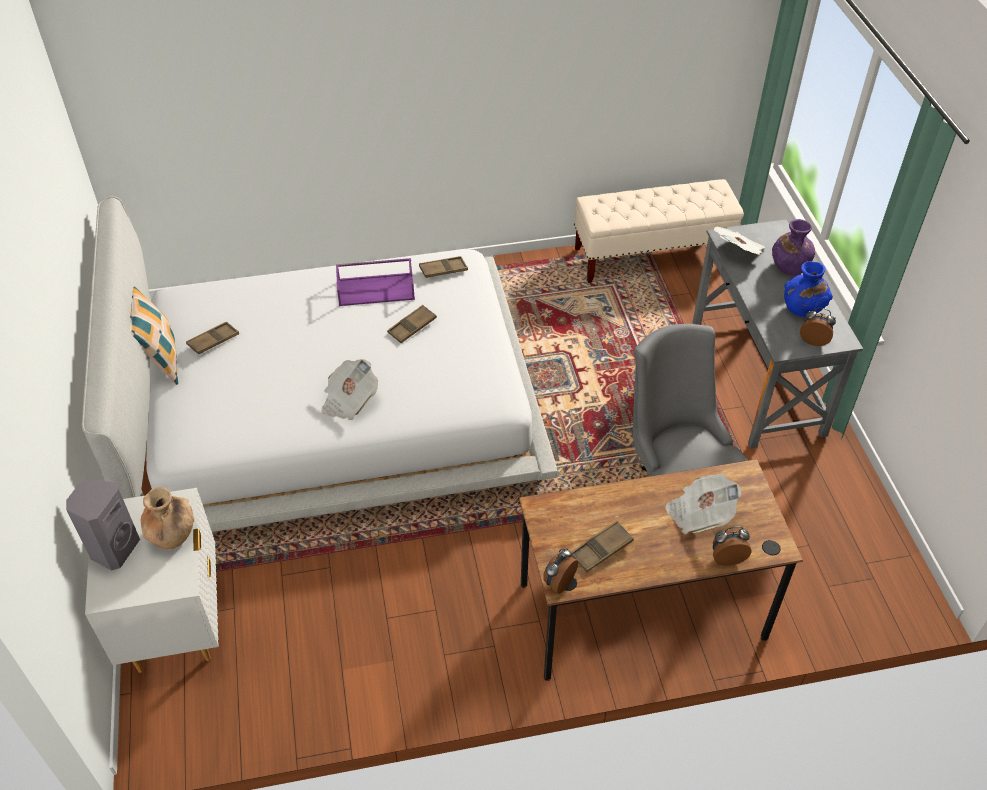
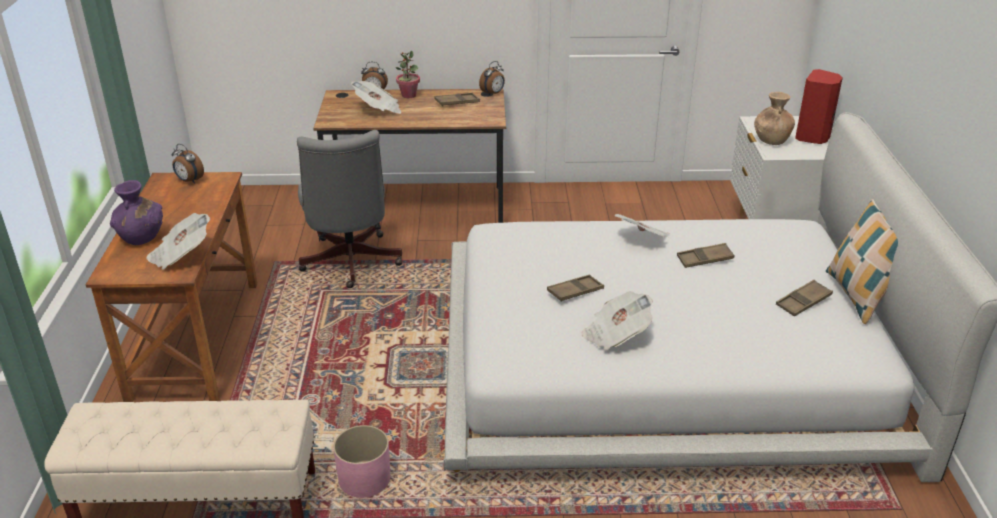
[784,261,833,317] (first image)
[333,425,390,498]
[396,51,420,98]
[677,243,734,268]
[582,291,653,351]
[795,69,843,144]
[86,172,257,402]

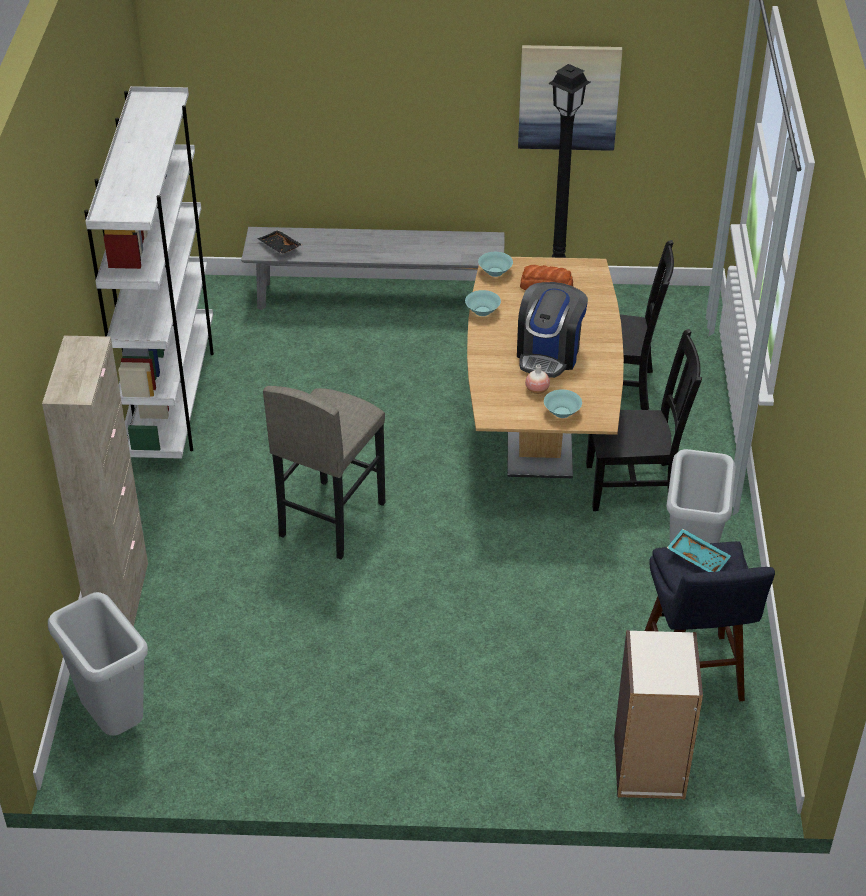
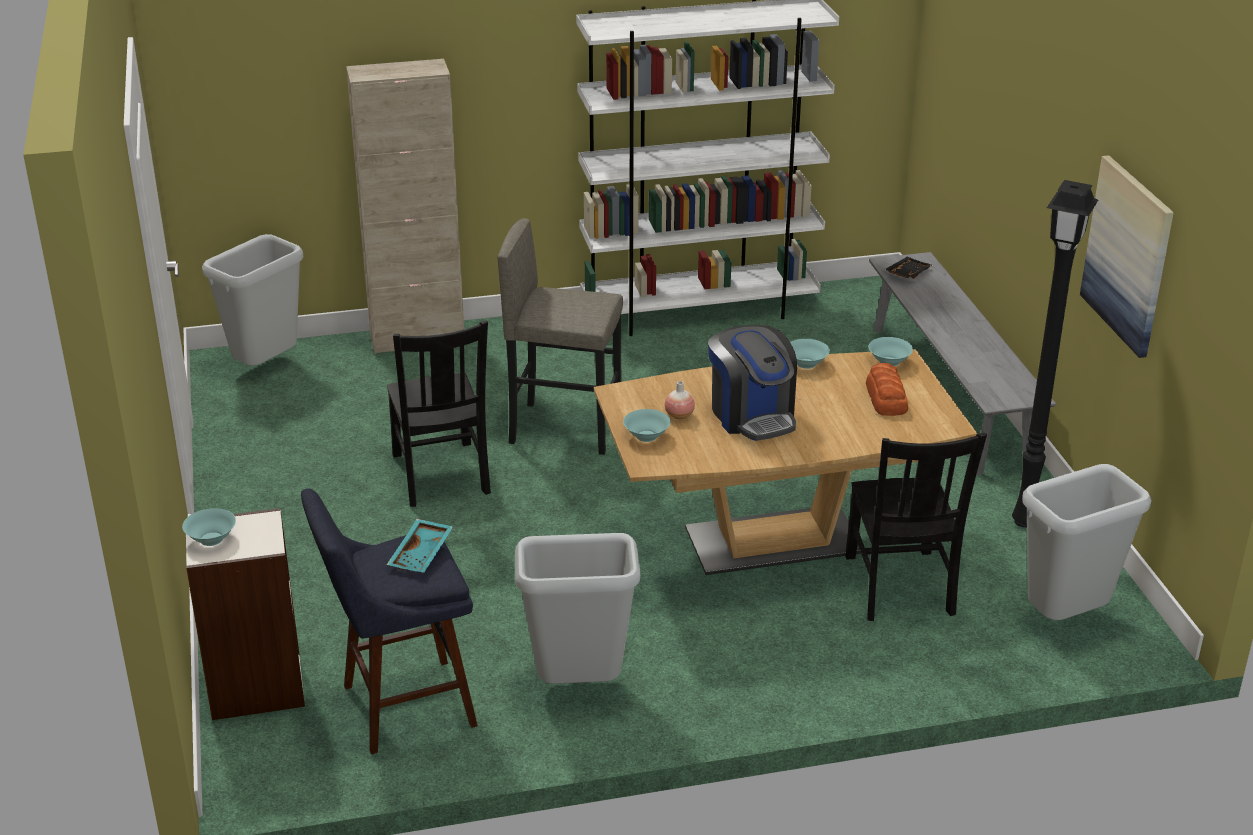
[182,508,236,546]
[1022,464,1151,620]
[387,321,491,507]
[708,325,797,441]

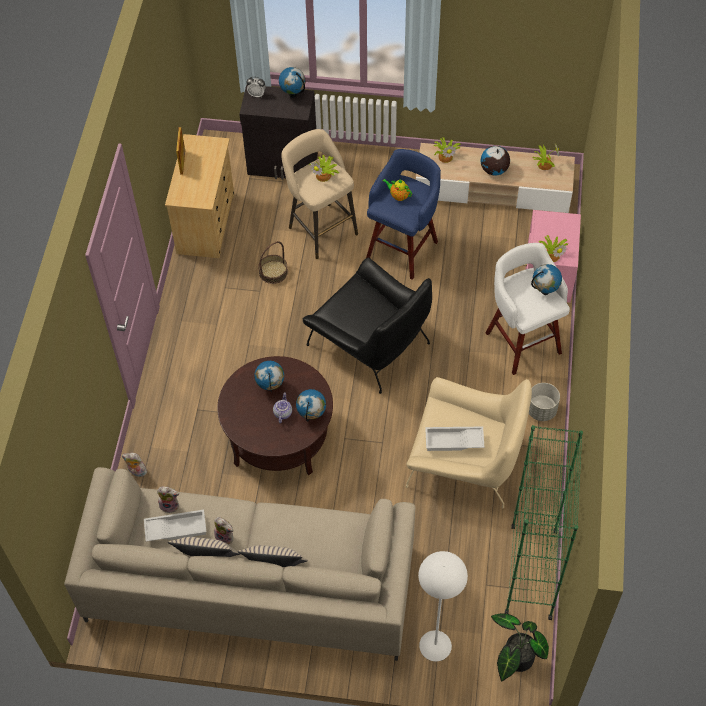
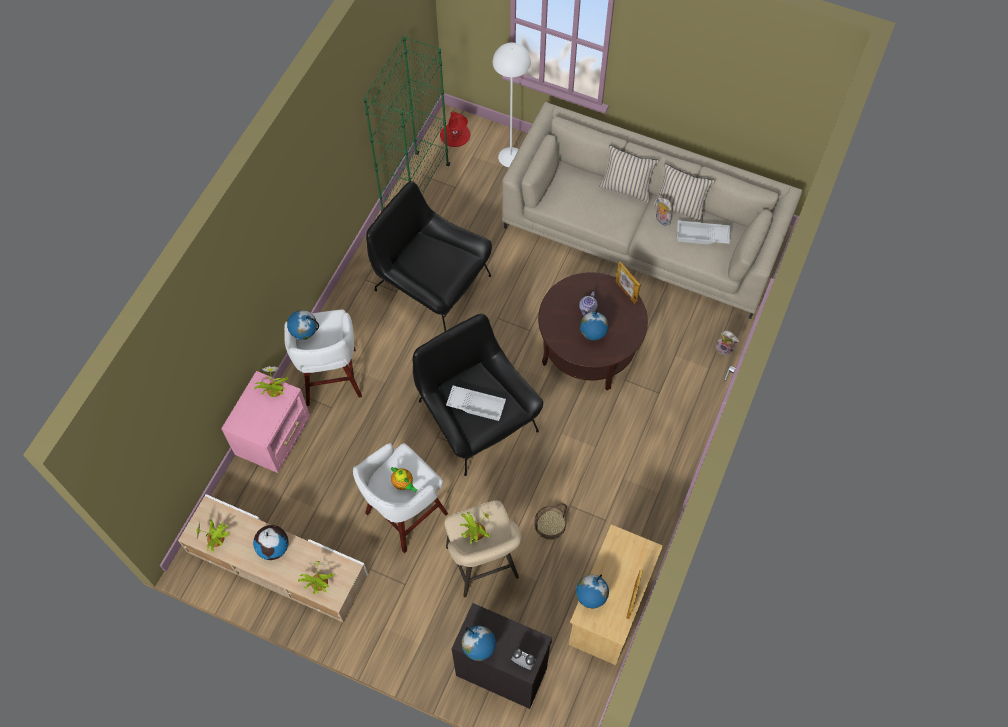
[157,486,179,513] (first image)
[529,383,560,421] (first image)
[616,261,641,304]
[576,575,609,608]
[446,386,506,421]
[440,111,470,147]
[353,443,448,553]
[366,181,492,331]

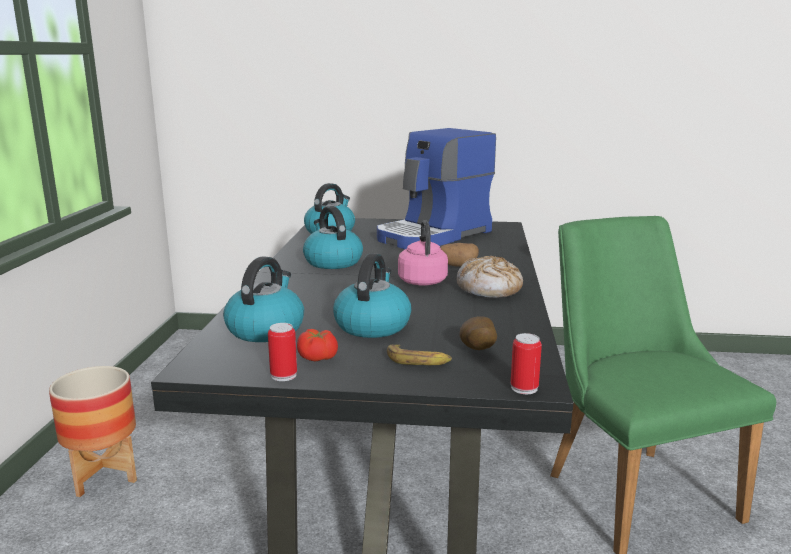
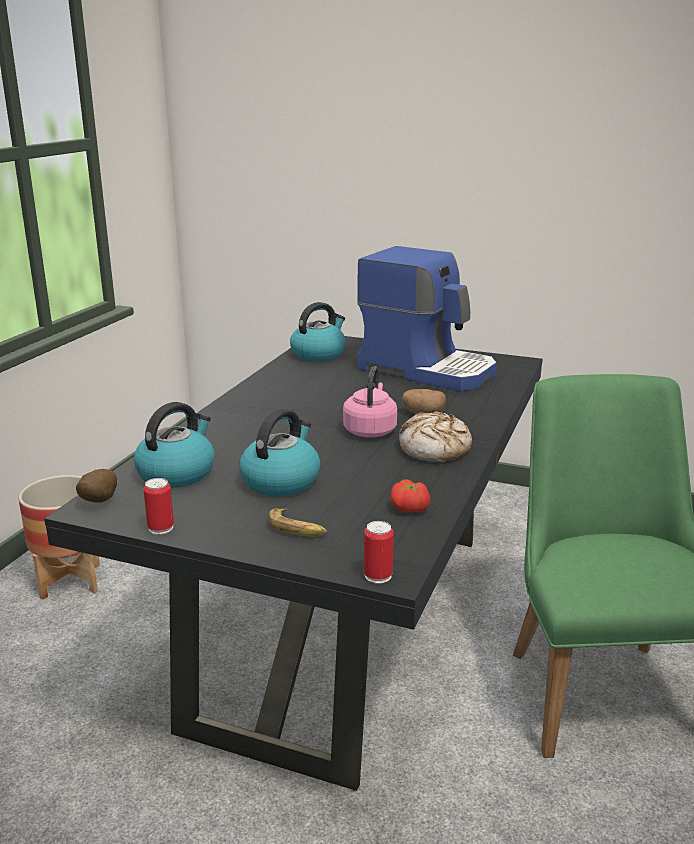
[303,206,363,269] (first image)
[390,479,430,513]
[76,469,117,503]
[357,246,497,391]

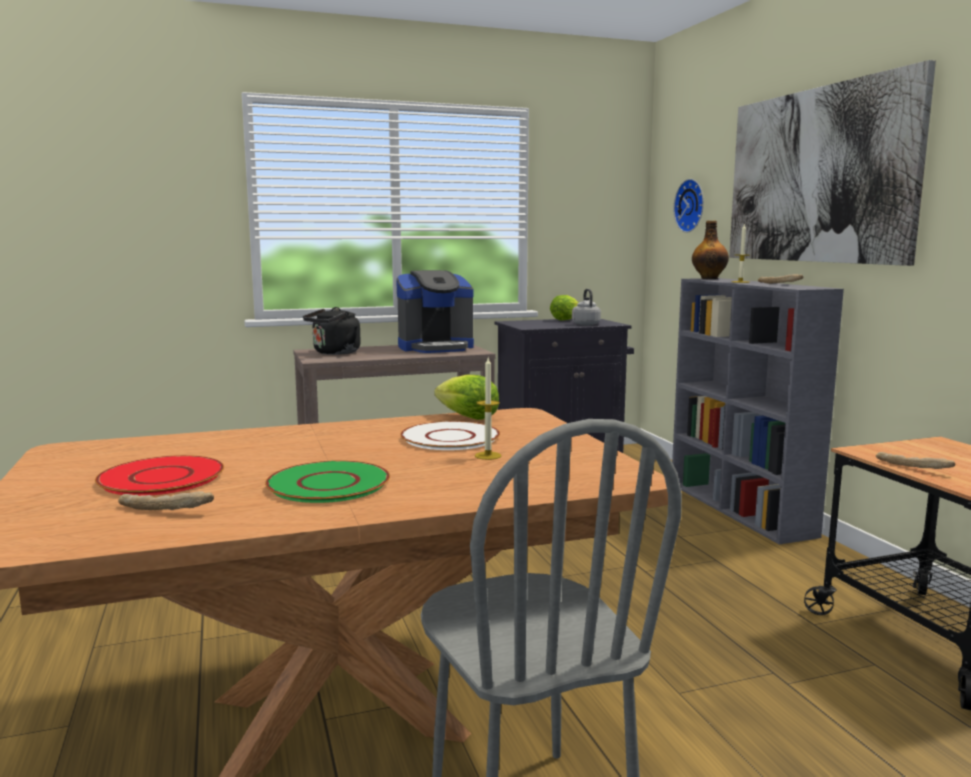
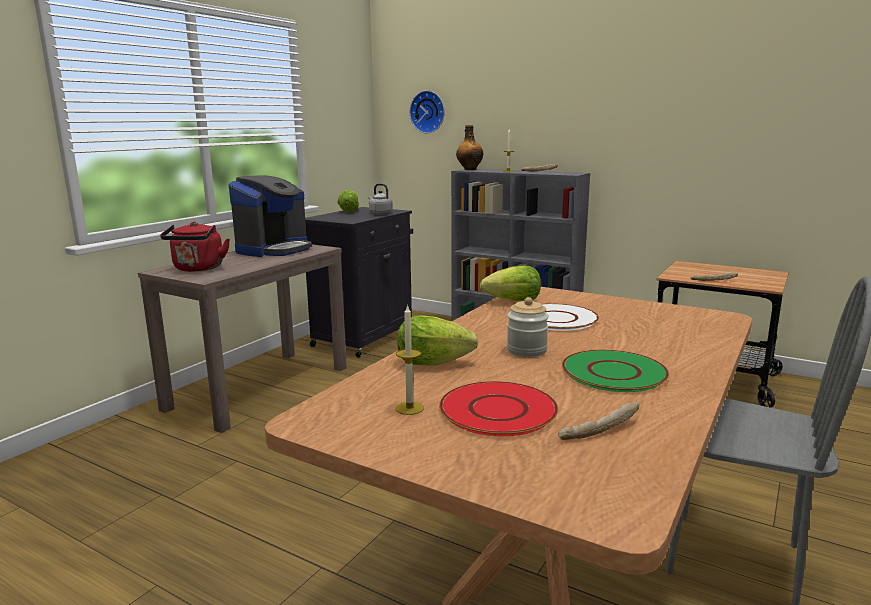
[729,60,936,266] (first image)
[397,315,479,365]
[507,297,549,357]
[396,304,424,415]
[160,222,230,272]

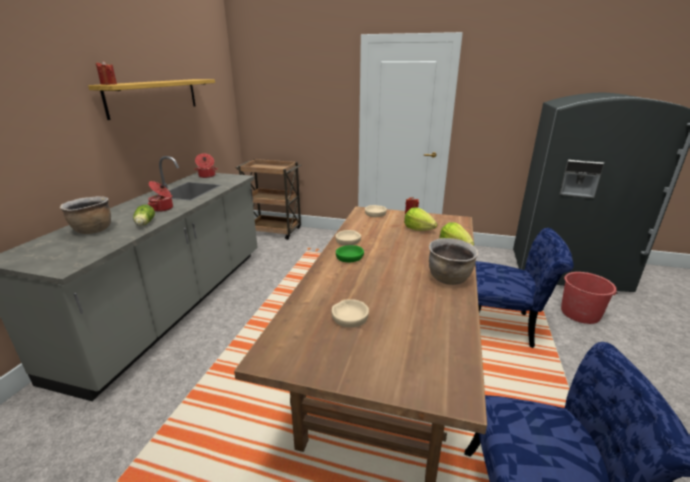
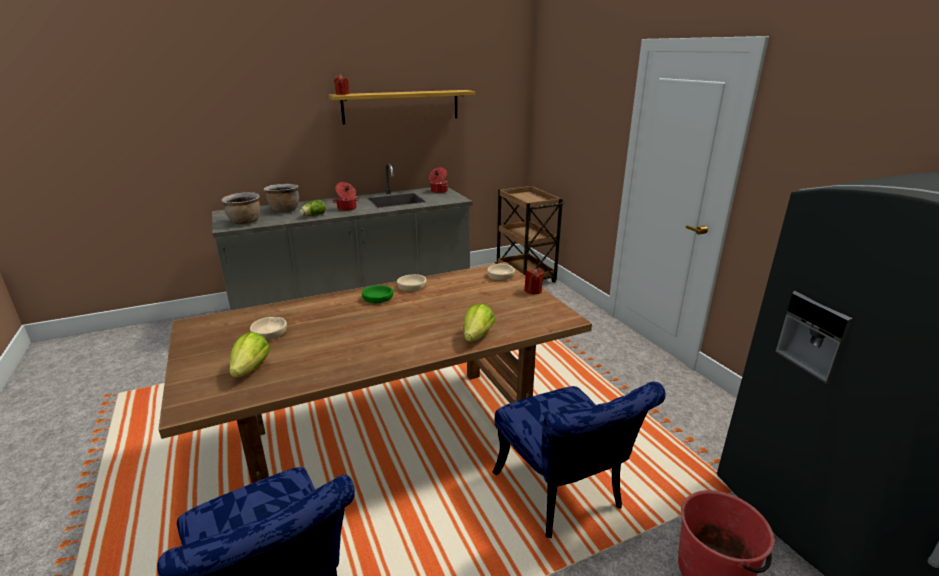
[230,332,270,377]
[221,192,260,224]

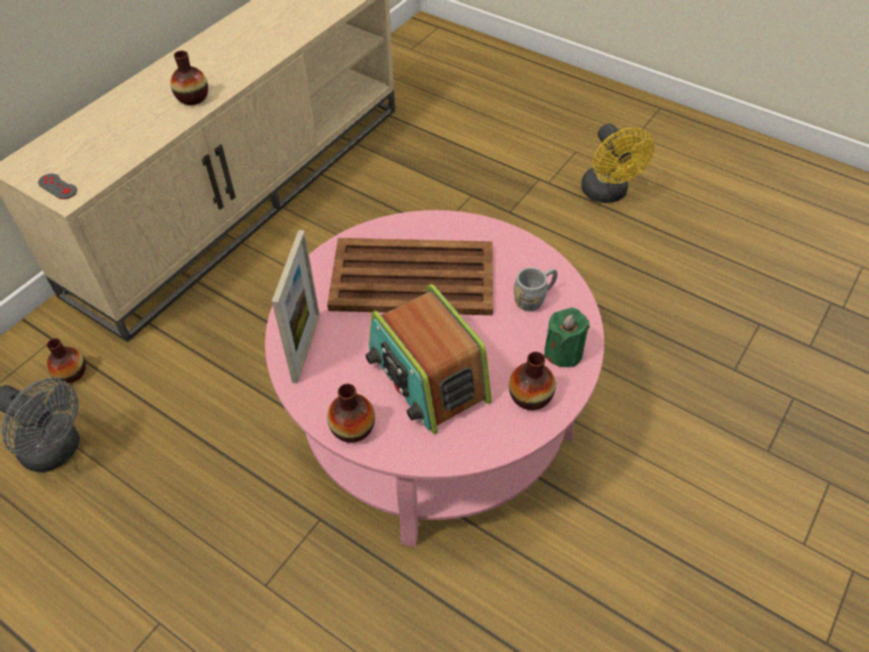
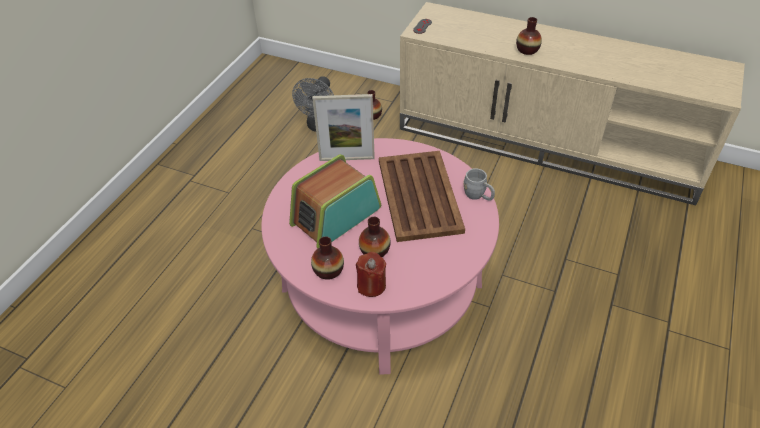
[581,124,654,203] (first image)
[359,217,391,257]
[463,168,495,201]
[356,252,386,297]

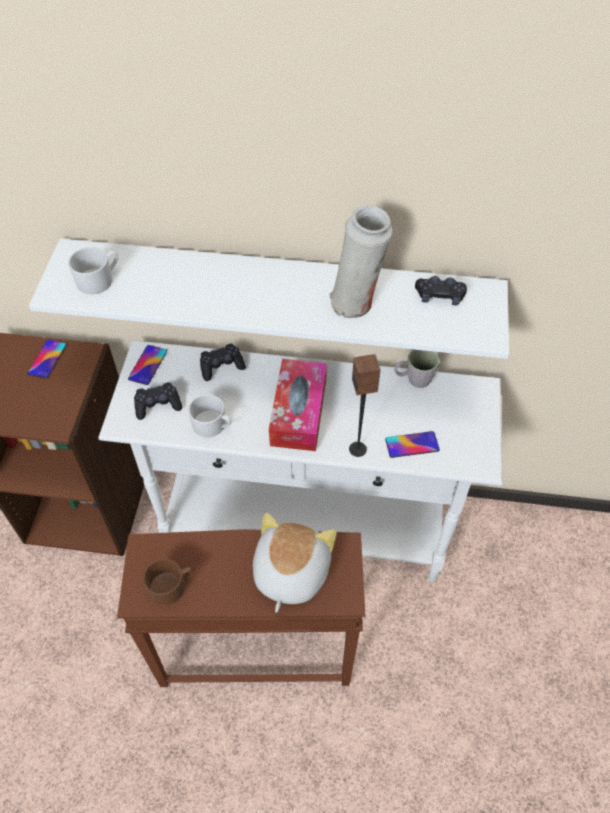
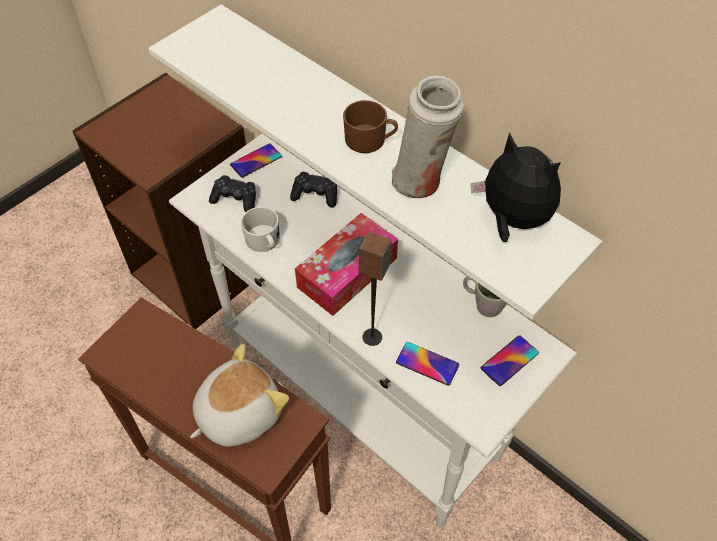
[68,247,119,294] (first image)
[481,335,539,386]
[343,100,398,153]
[471,132,561,242]

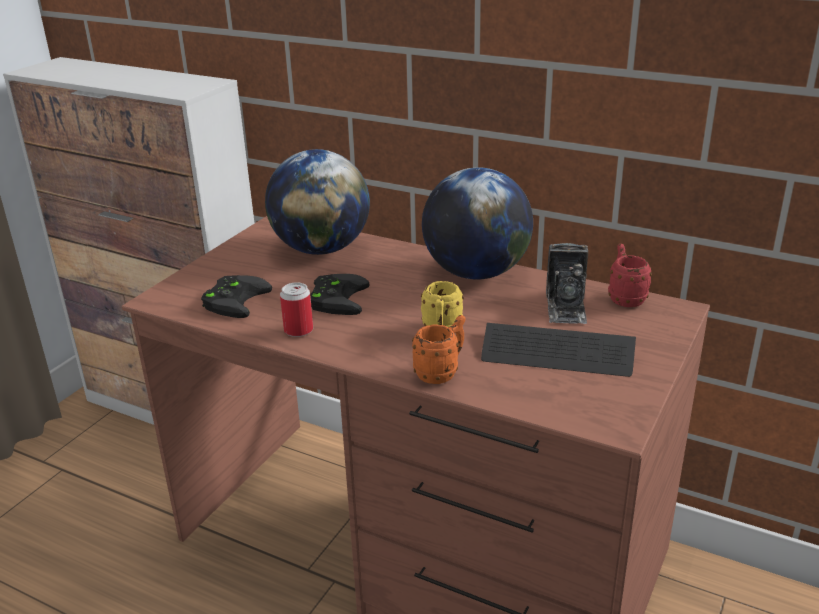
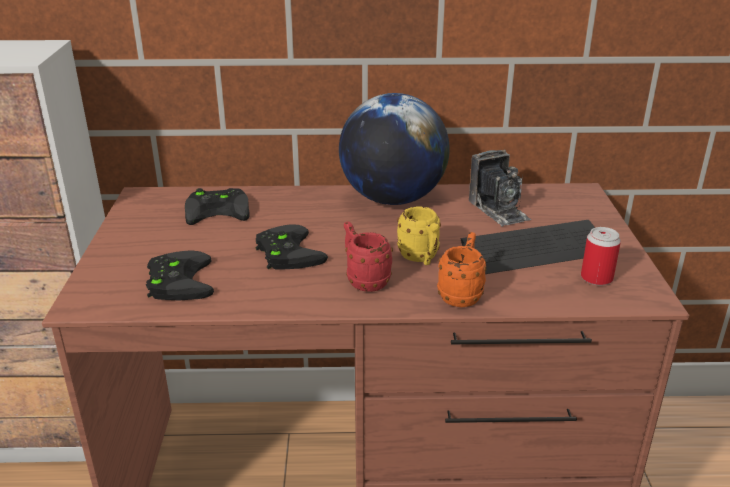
[581,227,621,286]
[344,221,393,292]
[185,188,250,225]

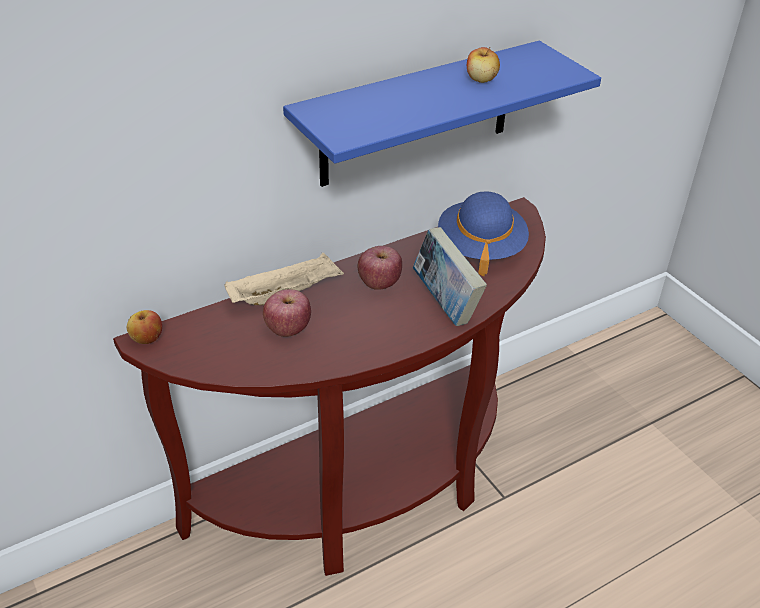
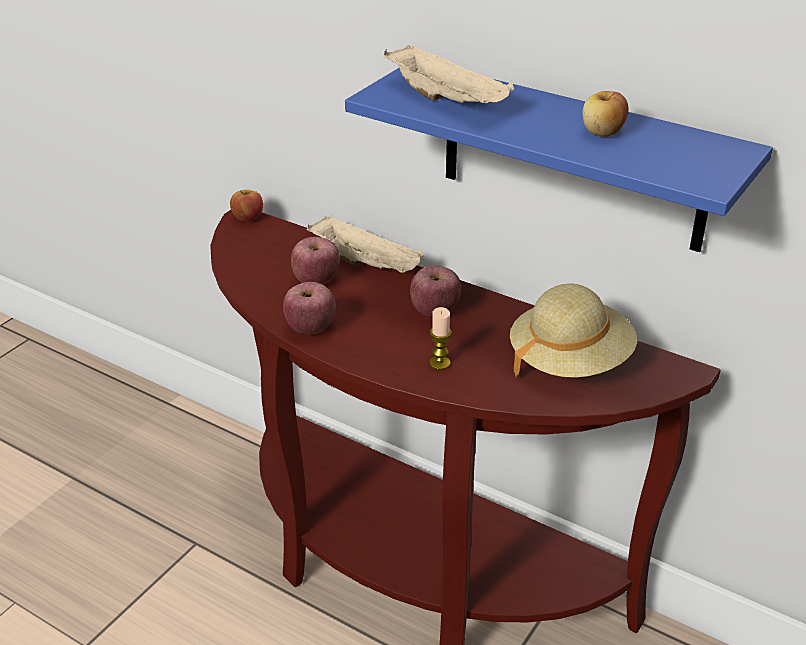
[283,282,336,334]
[383,45,514,103]
[430,307,452,370]
[510,283,637,378]

